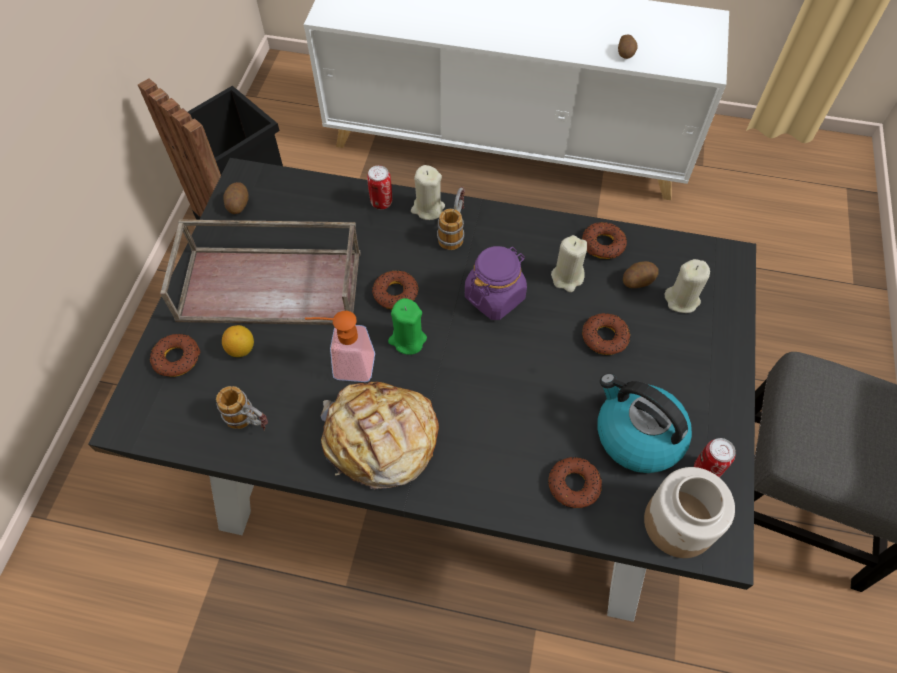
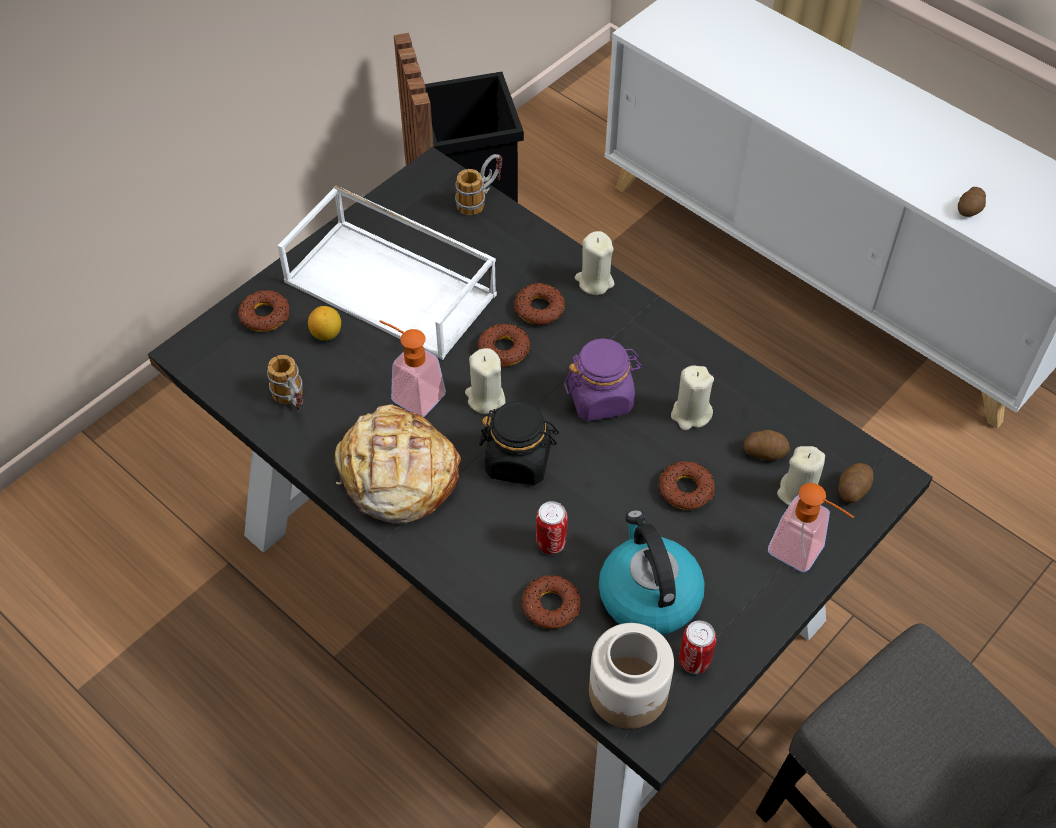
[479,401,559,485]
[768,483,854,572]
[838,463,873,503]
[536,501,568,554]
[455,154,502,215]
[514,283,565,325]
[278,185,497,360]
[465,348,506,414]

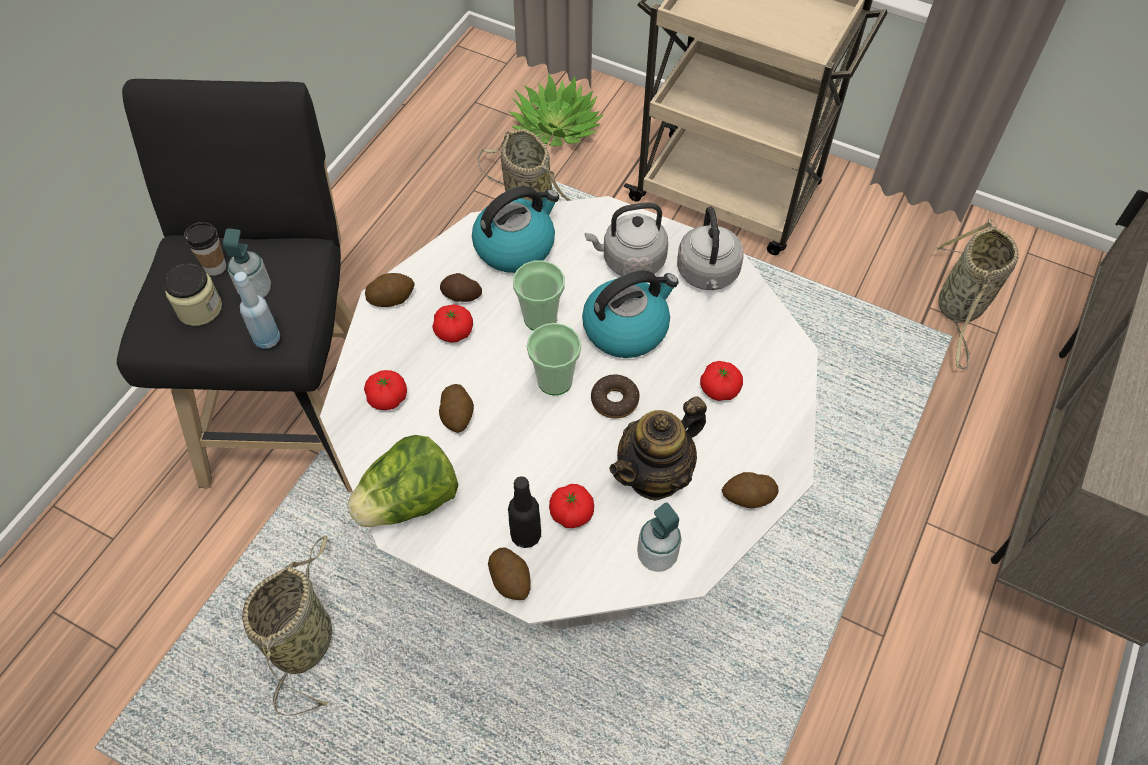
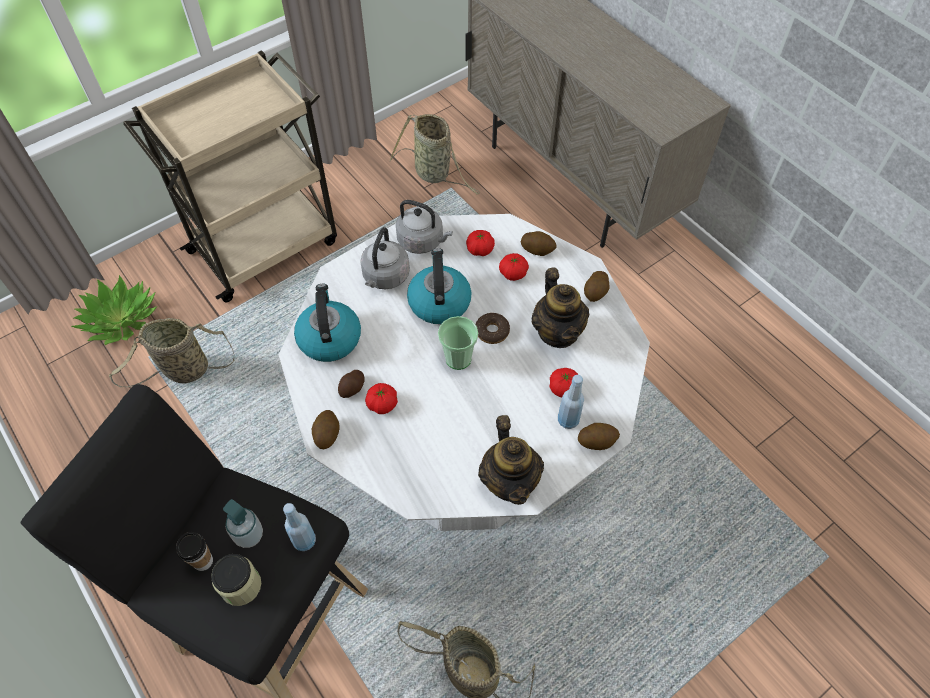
[513,261,565,331] (first image)
[637,503,682,572] (first image)
[466,230,495,256]
[521,231,556,256]
[478,415,544,505]
[558,375,584,429]

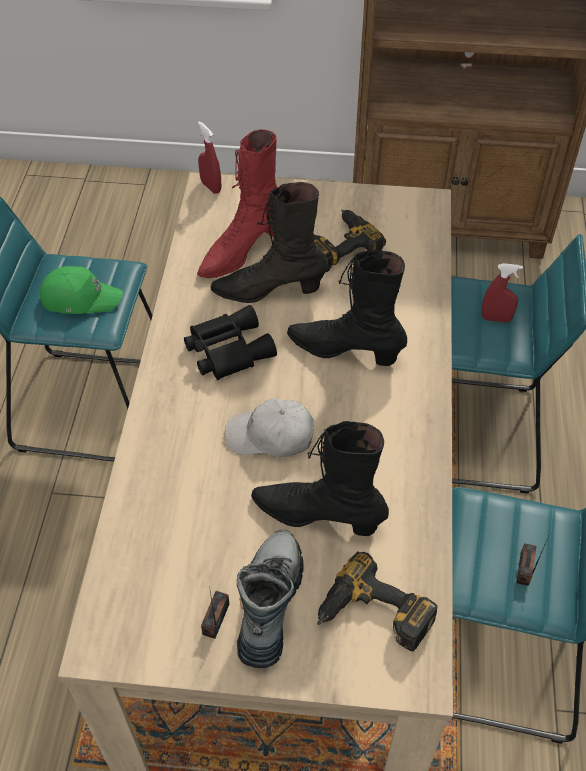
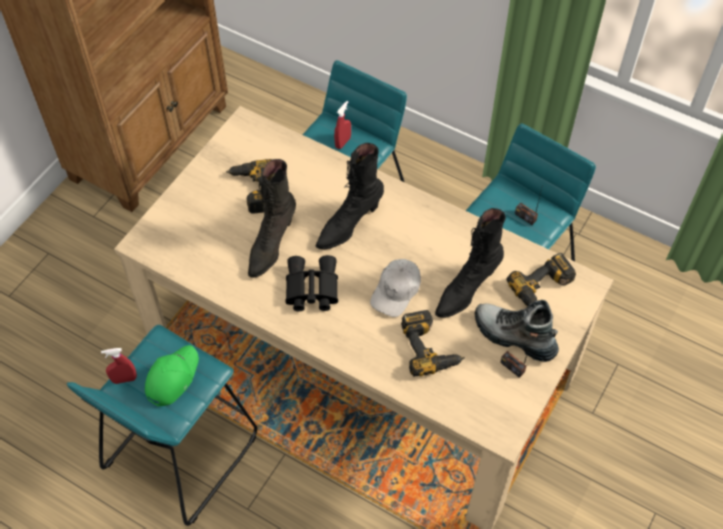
[197,129,277,278] (first image)
[401,310,465,377]
[101,348,137,384]

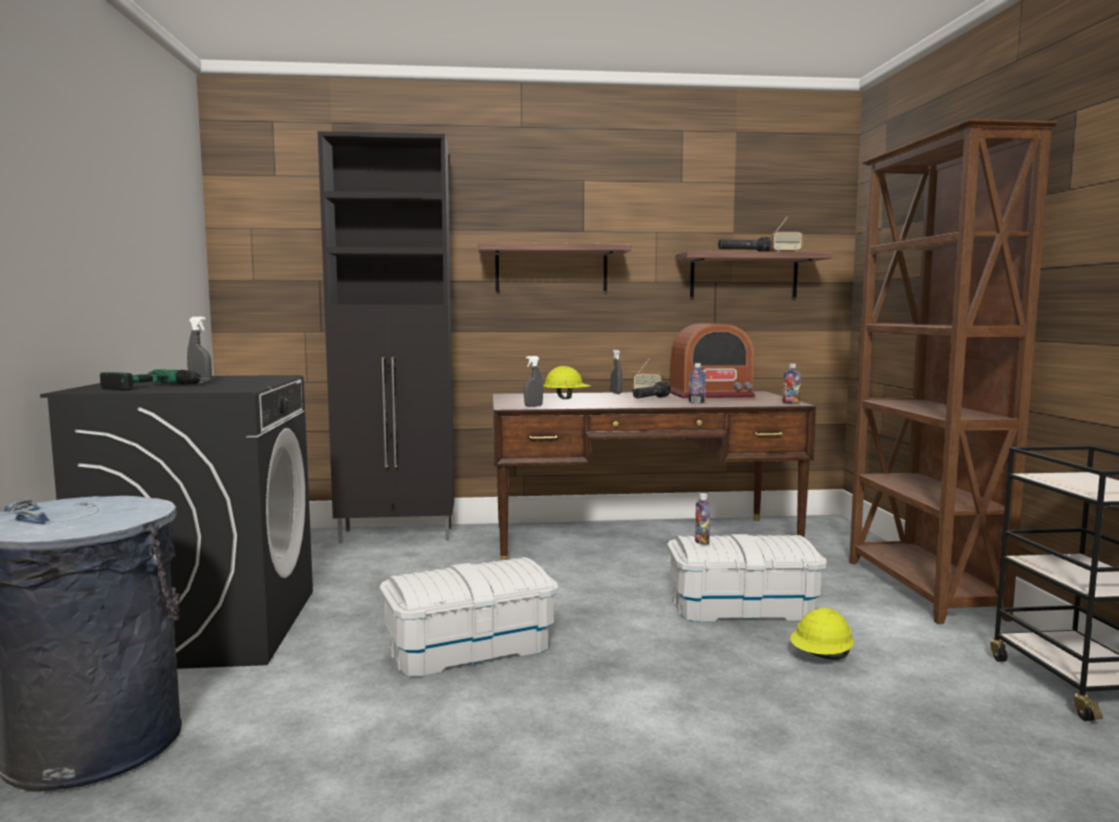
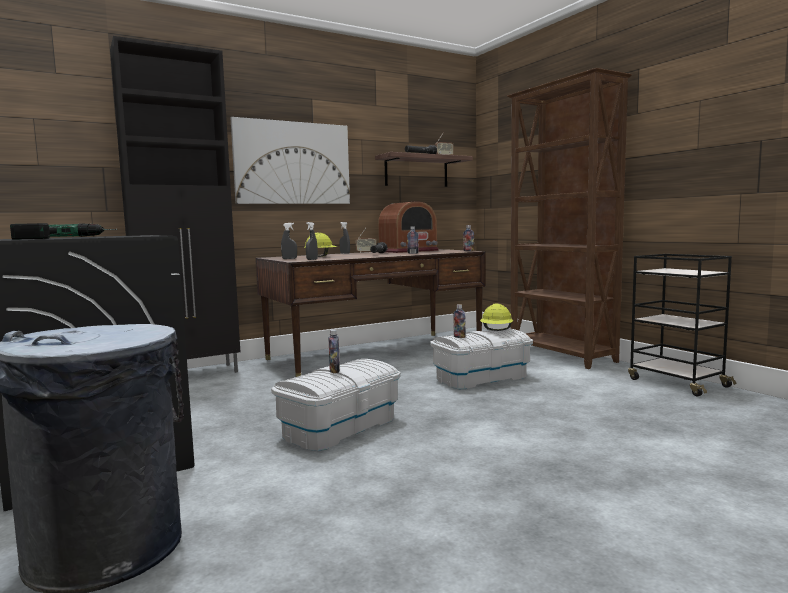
[328,329,340,373]
[281,223,297,259]
[480,304,513,331]
[230,117,350,204]

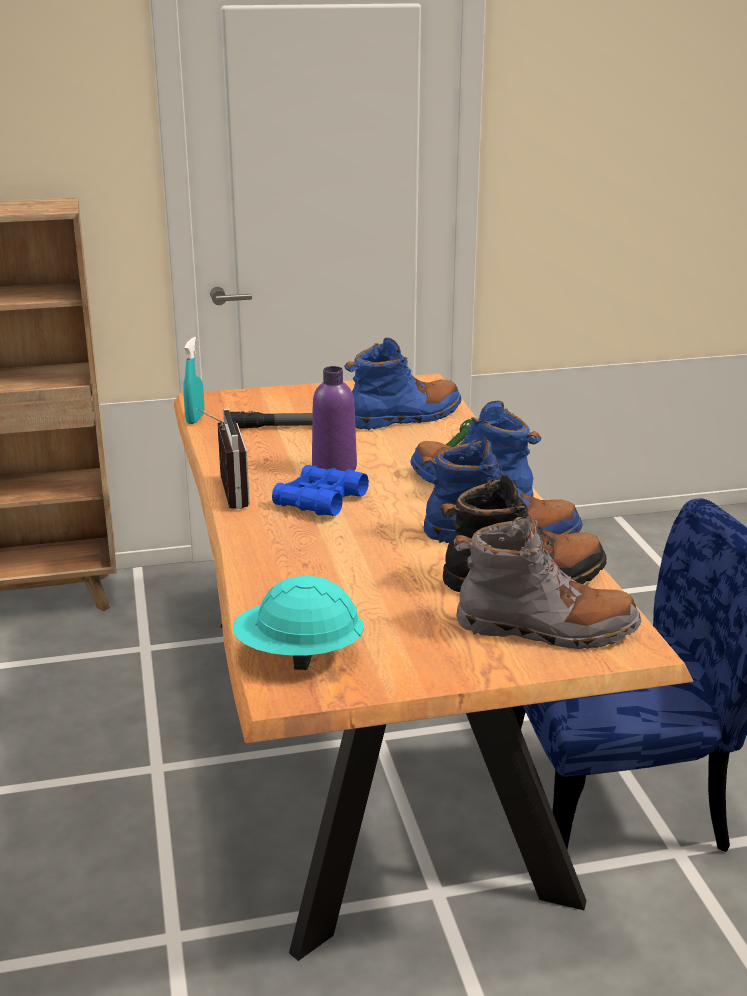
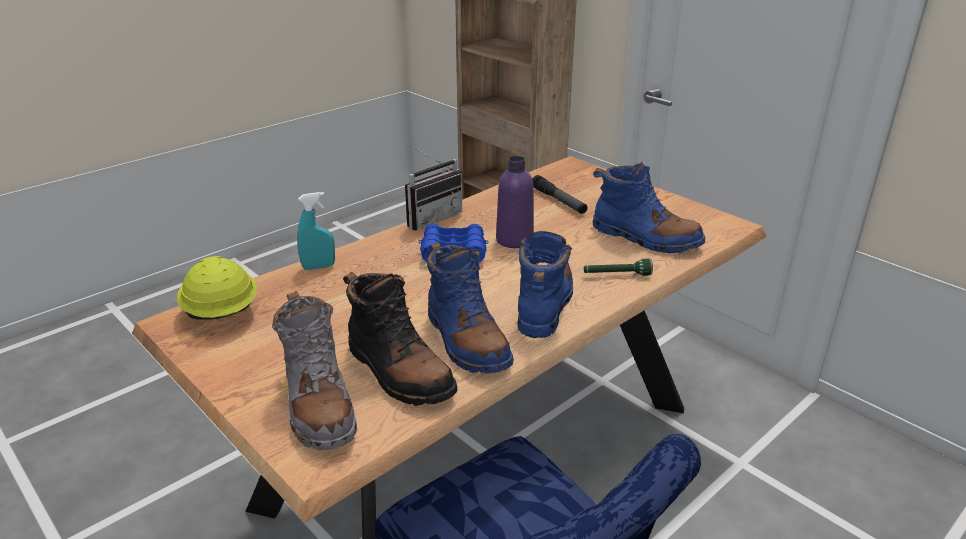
[297,192,335,270]
[177,256,257,320]

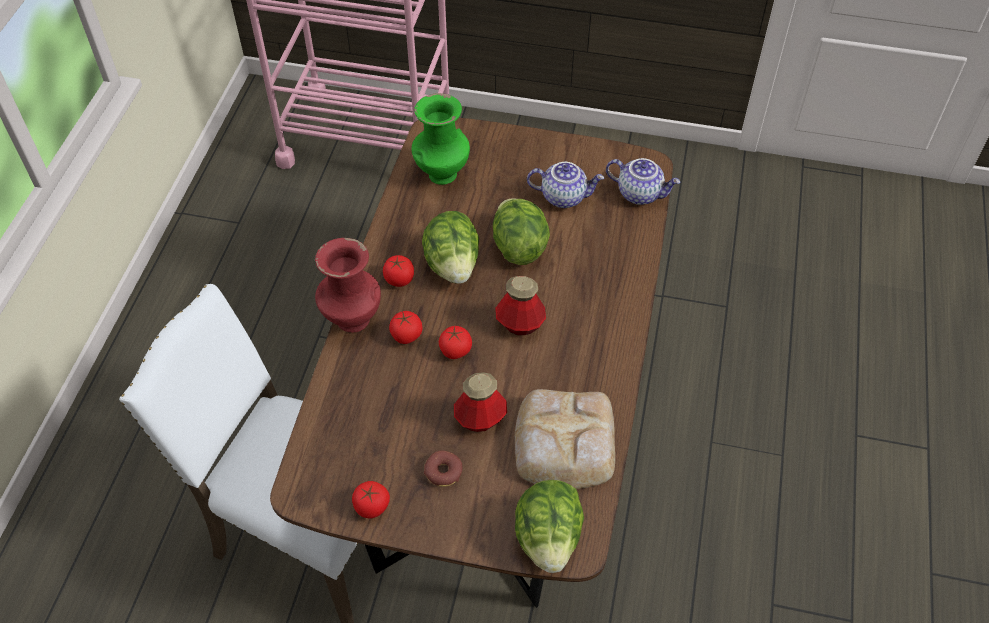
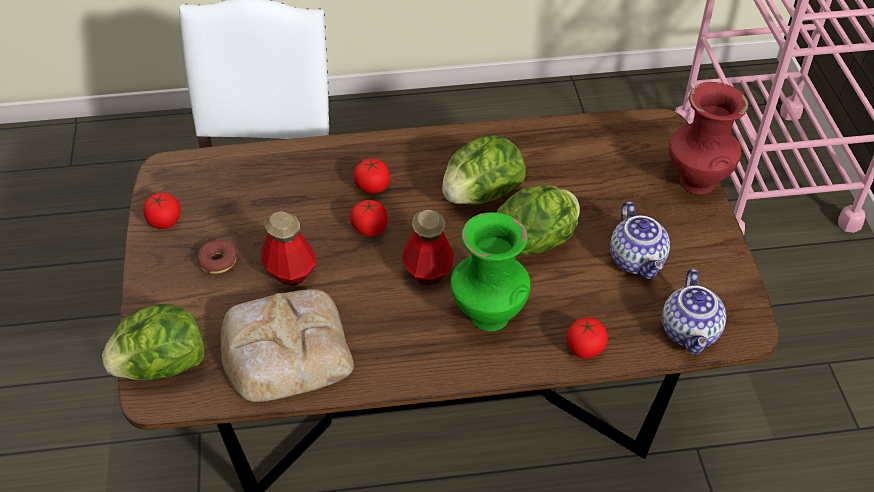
[669,82,748,195]
[567,317,608,359]
[451,212,530,332]

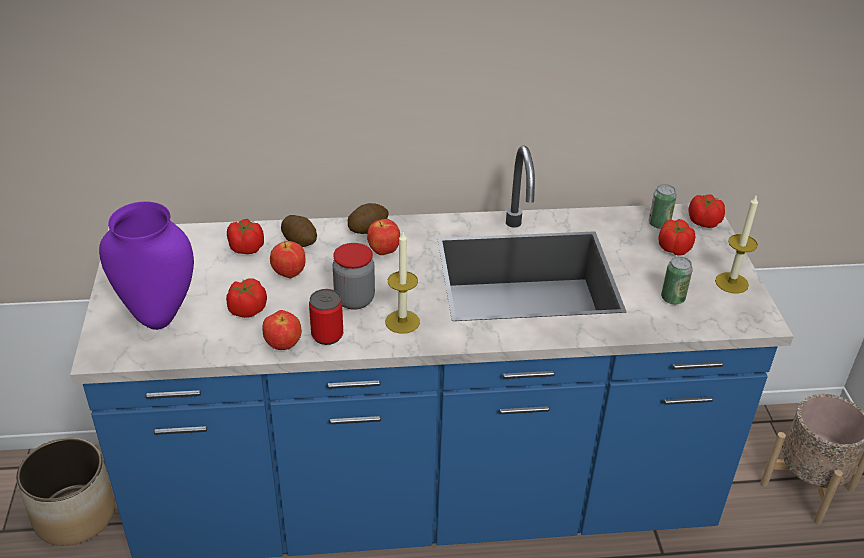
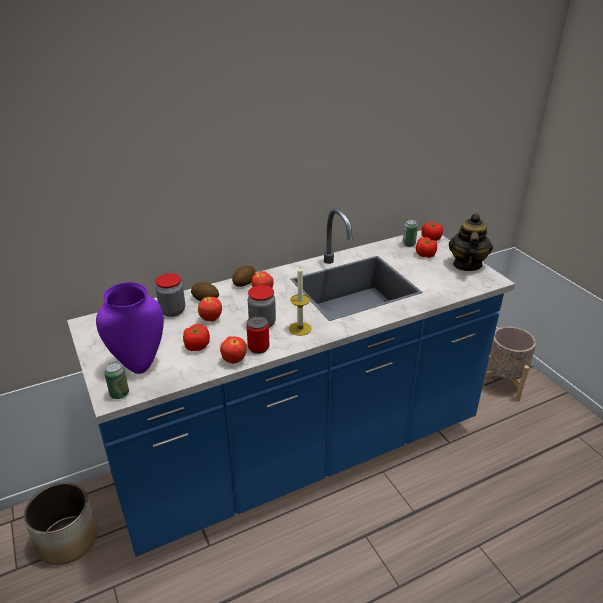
[104,362,129,399]
[155,273,185,317]
[449,213,493,271]

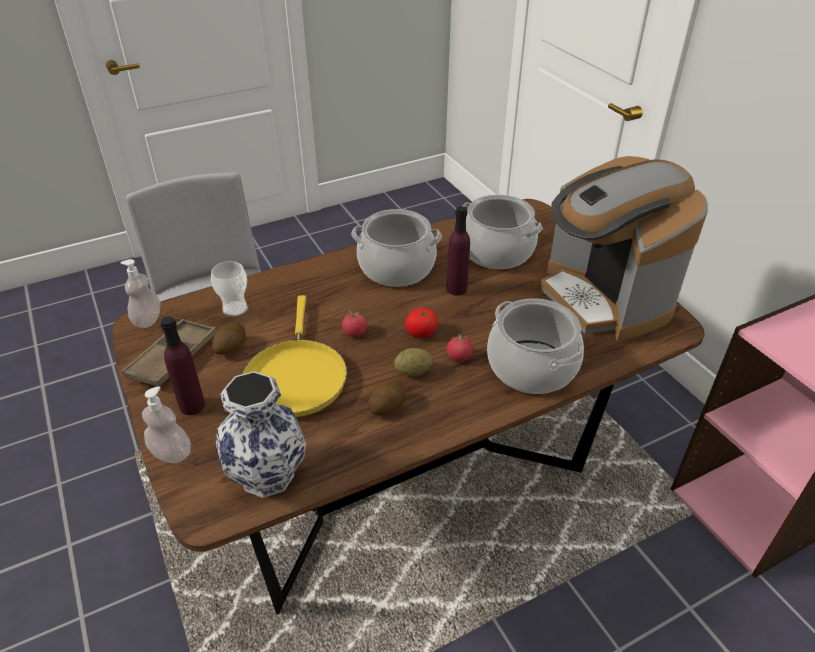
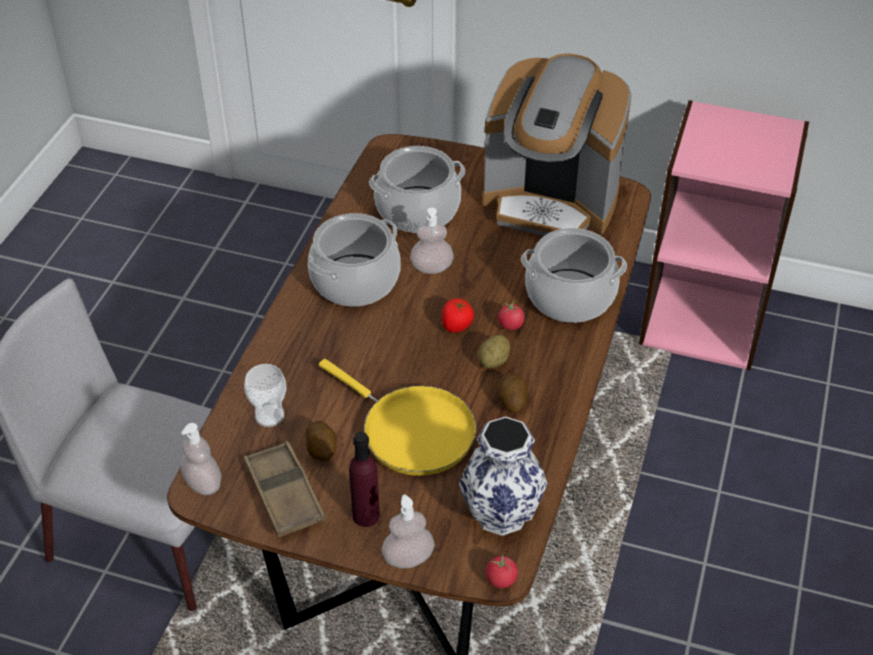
[486,555,518,588]
[410,207,454,274]

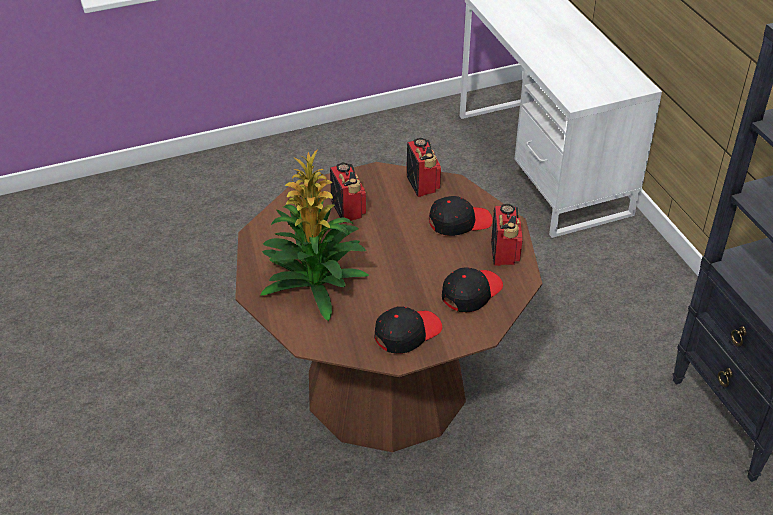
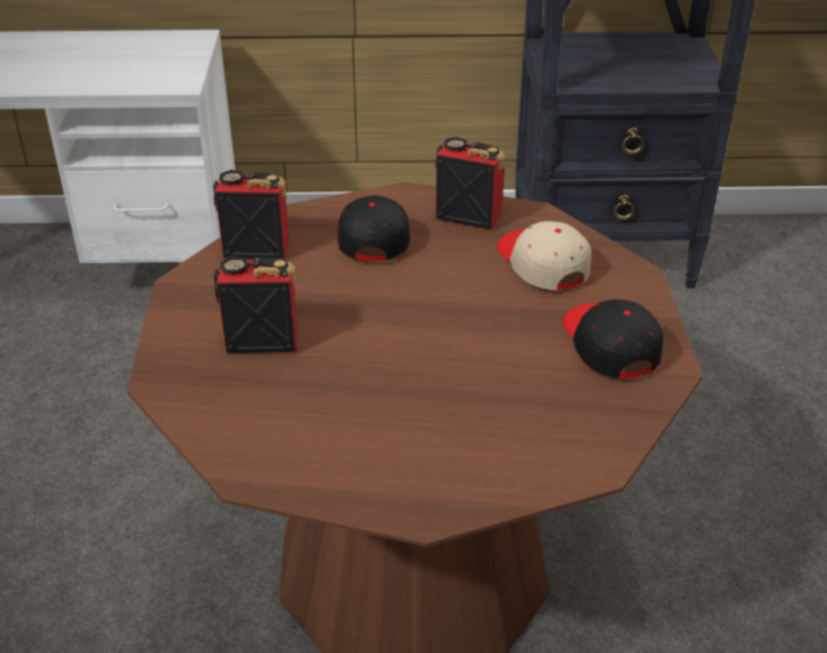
[260,150,369,321] (first image)
[497,221,591,290]

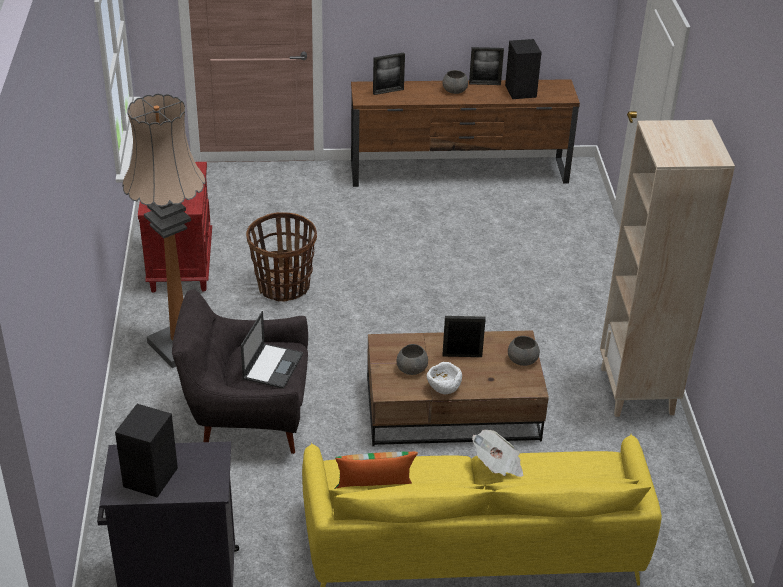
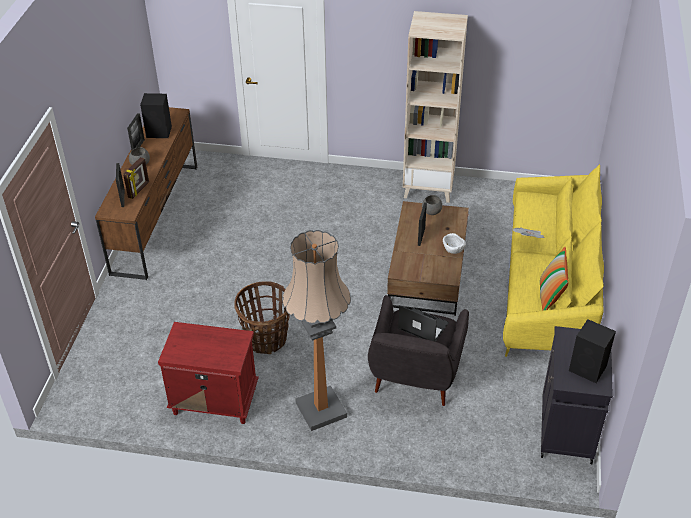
[397,344,428,375] (first image)
[123,157,149,199]

